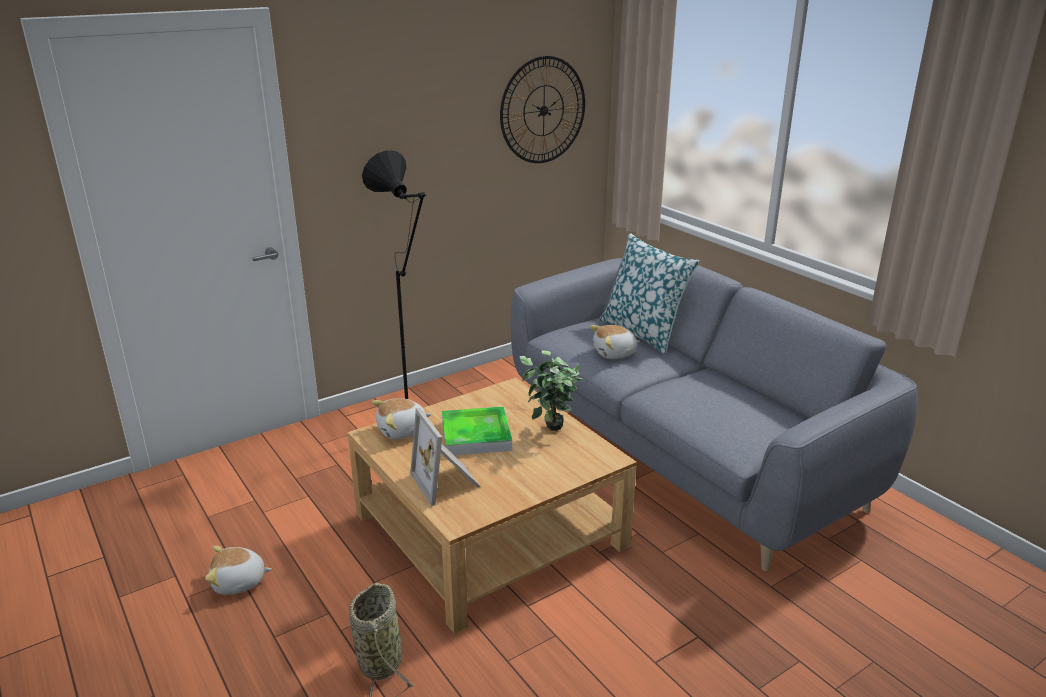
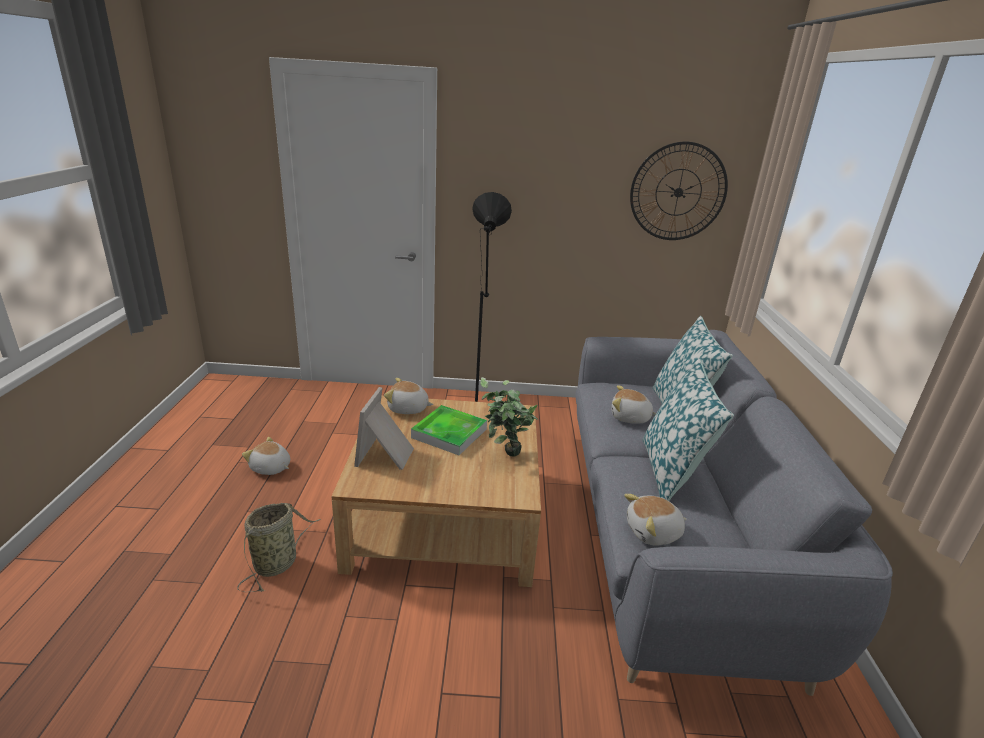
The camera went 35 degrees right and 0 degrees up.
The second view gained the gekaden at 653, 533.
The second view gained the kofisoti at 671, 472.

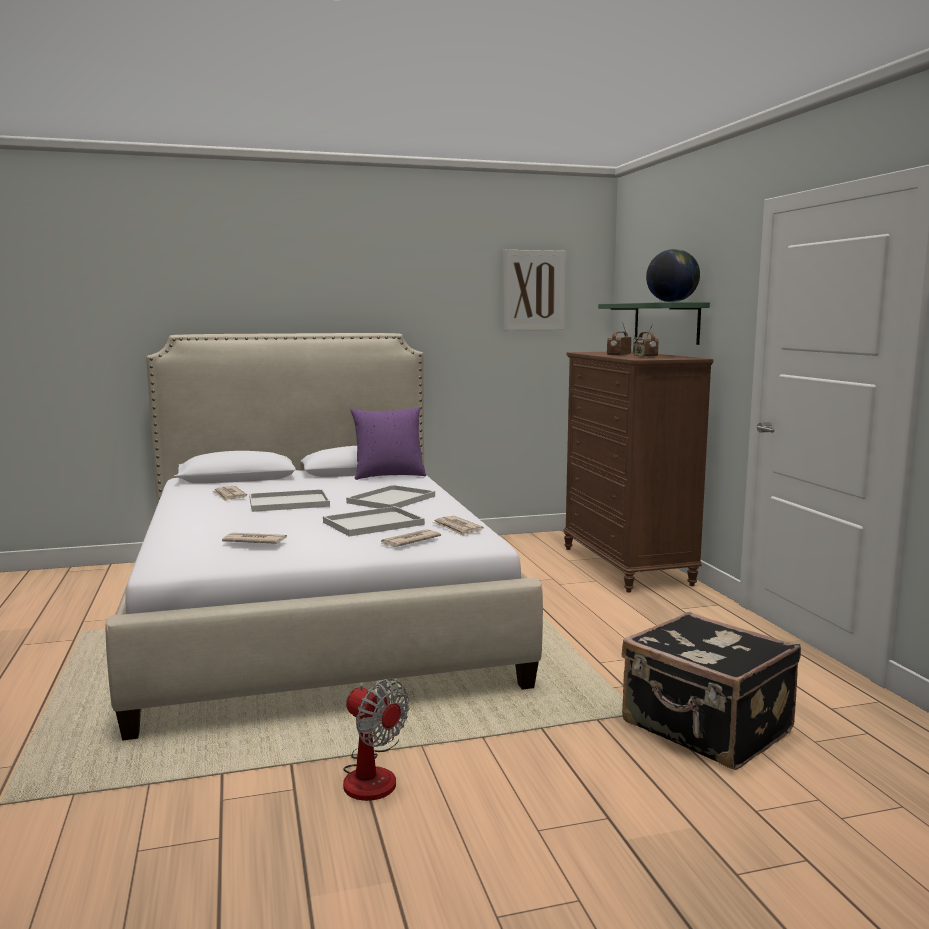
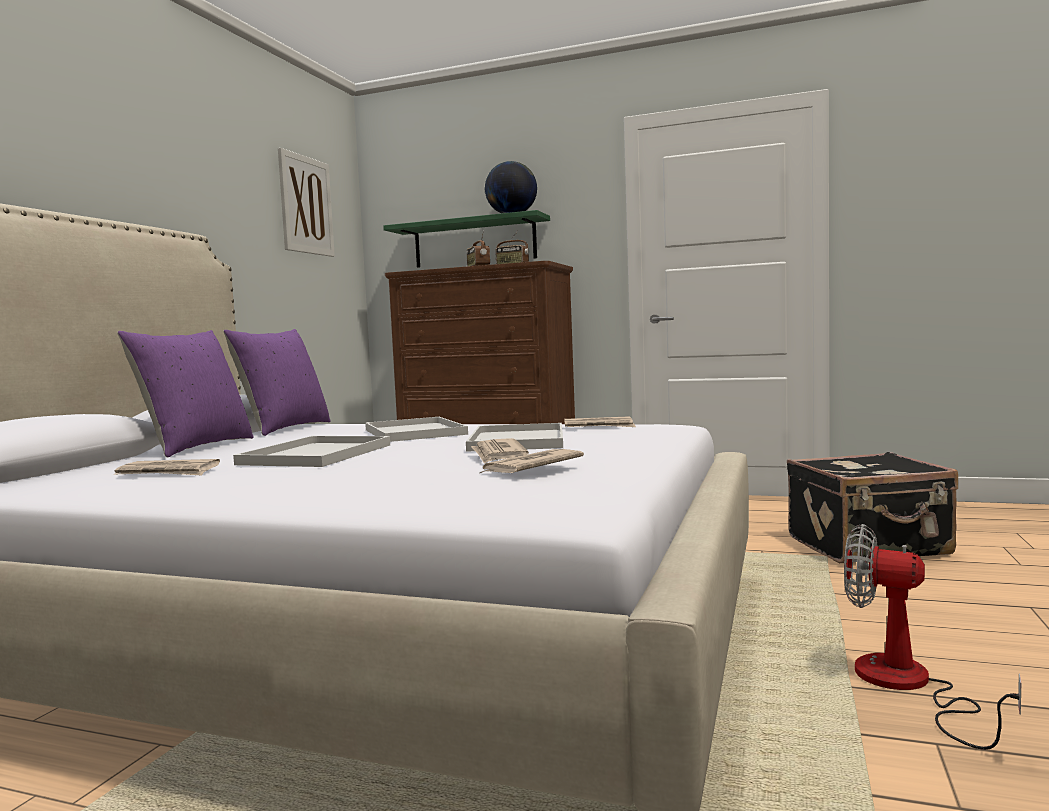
The camera went 55 degrees left and 5 degrees down.
The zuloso at 373, 773 ended up facing another way, 135 degrees counterclockwise from before.
The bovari ended up elsewhere, having gone from 409, 541 to 498, 455.
The second view gained the kofisoti (purple) at 196, 447.

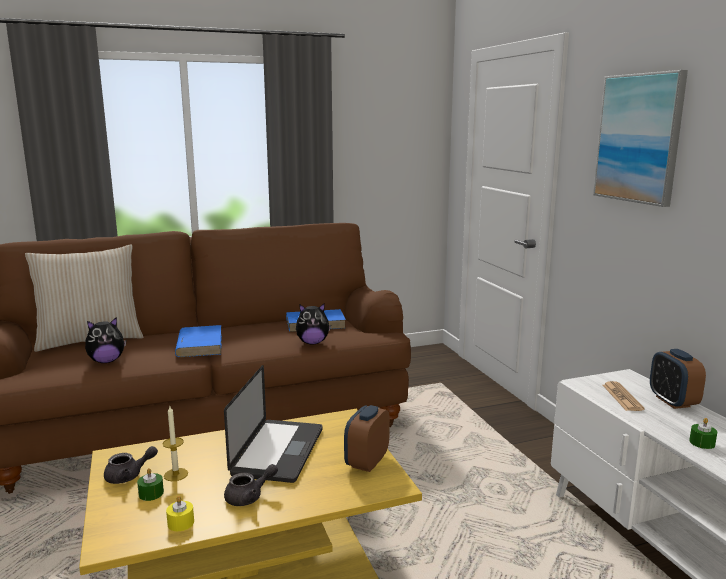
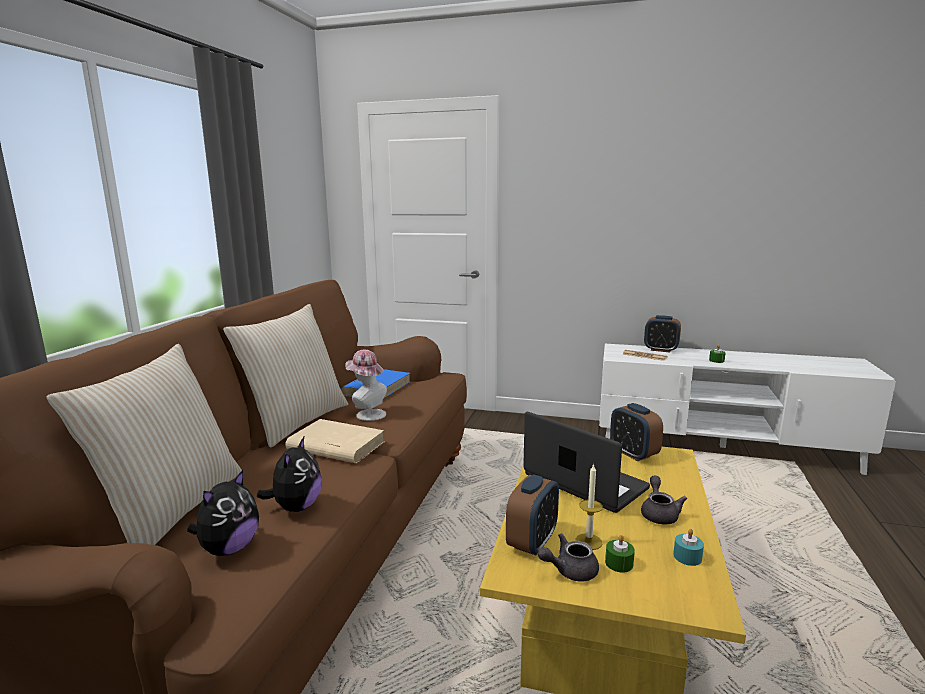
The camera went 55 degrees left and 0 degrees up.
The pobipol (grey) at 129, 476 ended up facing another way, 120 degrees counterclockwise from before.
What was the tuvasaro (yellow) at 181, 523 turned into the tuvasaro (turquoise) at 687, 557.
What was the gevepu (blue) at 199, 344 turned into the gevepu (beige) at 335, 446.
The gekaden ended up elsewhere, having gone from 312, 343 to 229, 548.
The second view lost the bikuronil at 639, 138.
The second view gained the kofisoti (beige) at 296, 421.
The second view gained the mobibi at 367, 414.
The second view gained the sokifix at 532, 542.

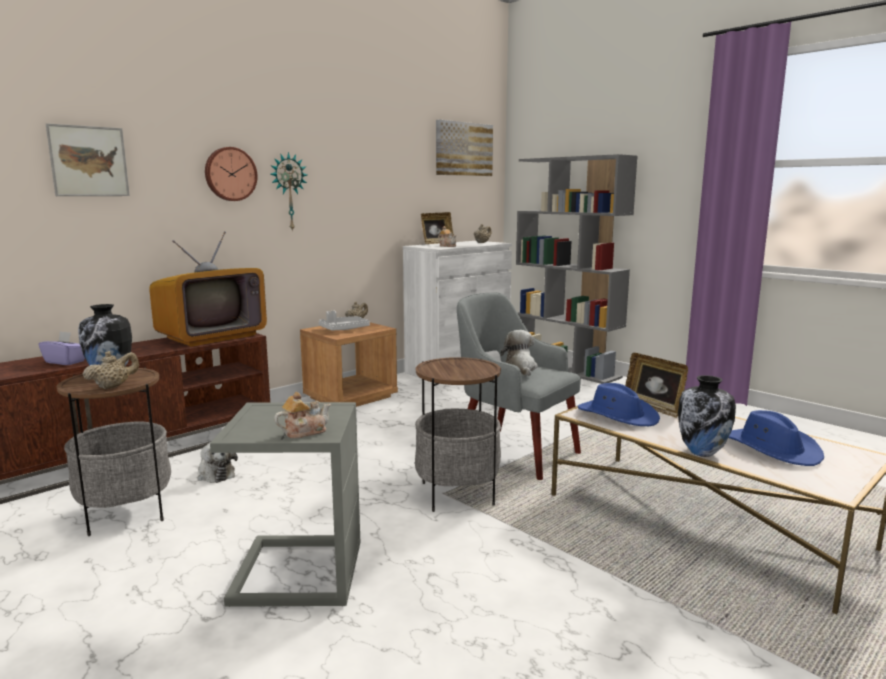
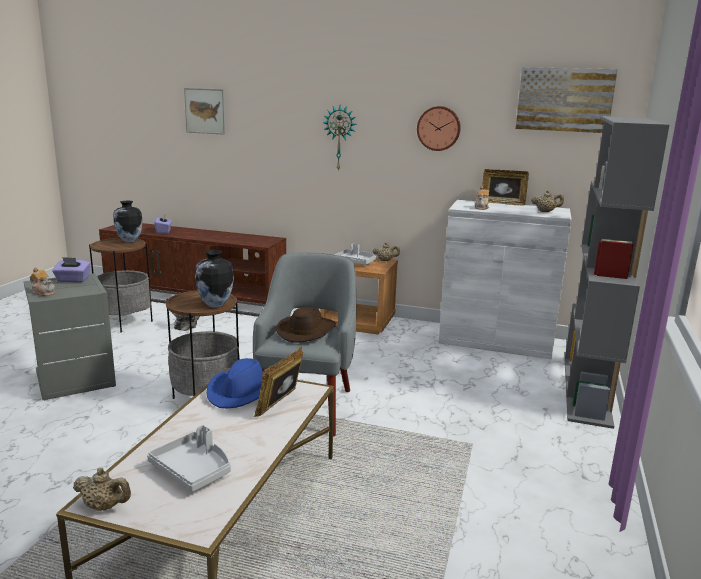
The camera went 60 degrees right and 5 degrees up.
The pobipol (beige) ended up elsewhere, having gone from 113, 386 to 104, 507.
The second view lost the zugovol at 211, 336.
The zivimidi ended up elsewhere, having gone from 230, 174 to 439, 128.
Where the gekaden stood at 520, 368, the mobibi (brown) came to stand at 307, 331.
The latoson ended up elsewhere, having gone from 702, 452 to 215, 305.
Where the mobibi (blue) stood at 772, 448, the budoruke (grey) came to stand at 193, 470.
The second view gained the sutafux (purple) at 72, 280.

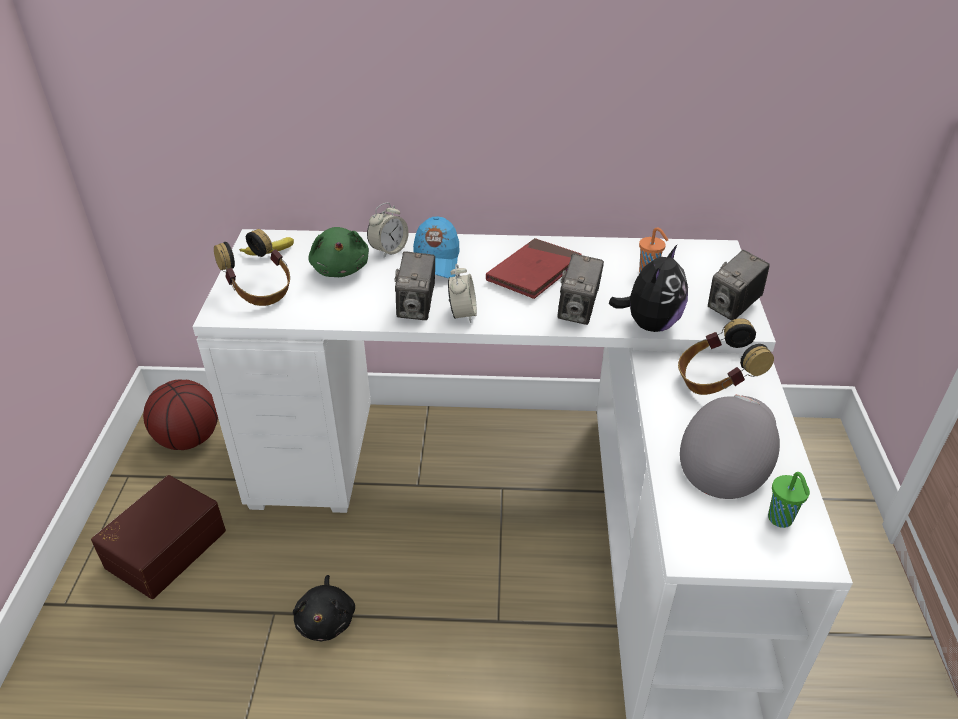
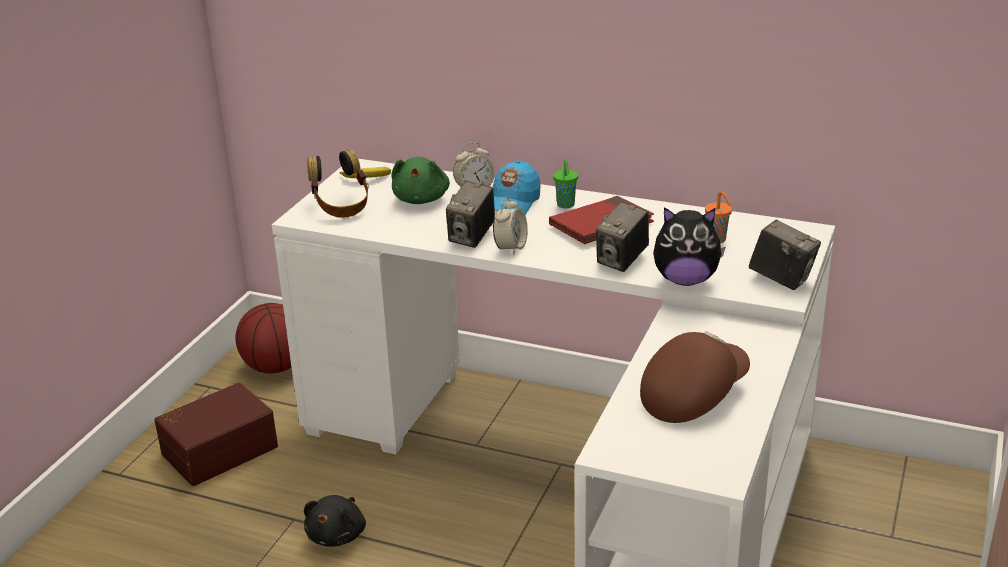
The camera went 20 degrees right and 10 degrees down.
The gekaden at 649, 324 ended up facing another way, 45 degrees clockwise from before.
The second view lost the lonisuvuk at 715, 382.
What was the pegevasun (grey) at 726, 458 turned into the pegevasun (brown) at 692, 395.
The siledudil at 733, 307 ended up facing another way, 120 degrees counterclockwise from before.
The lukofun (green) ended up elsewhere, having gone from 781, 520 to 565, 205.

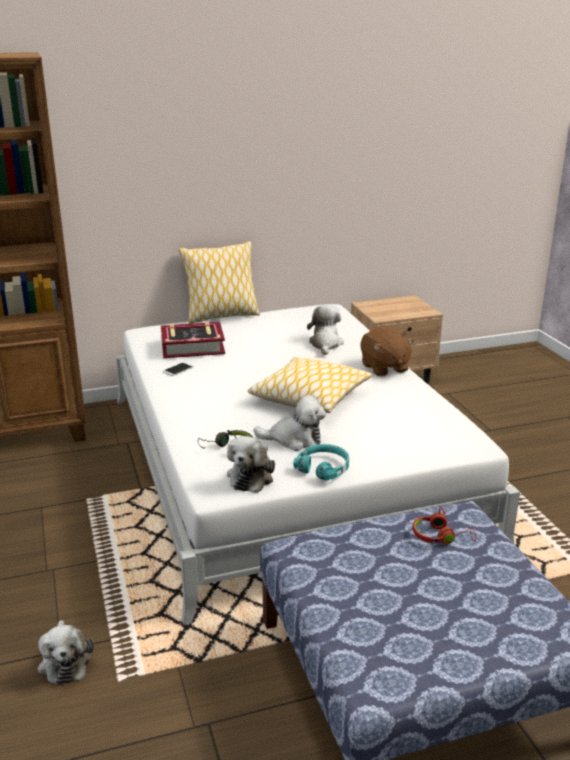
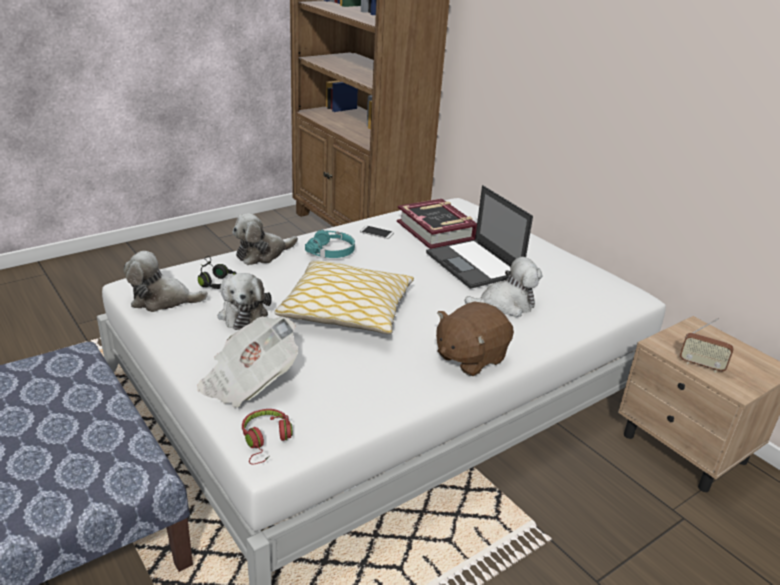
The camera went 70 degrees right and 5 degrees up.
The gekaden ended up elsewhere, having gone from 65, 661 to 262, 254.
The second view lost the kofisoti at 221, 316.
The lonisuvuk (turquoise) ended up elsewhere, having gone from 323, 468 to 332, 251.
The lonisuvuk (red) ended up elsewhere, having gone from 441, 536 to 266, 441.
The second view gained the bovari at 248, 381.
The second view gained the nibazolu at 475, 264.
The second view gained the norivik at 701, 365.

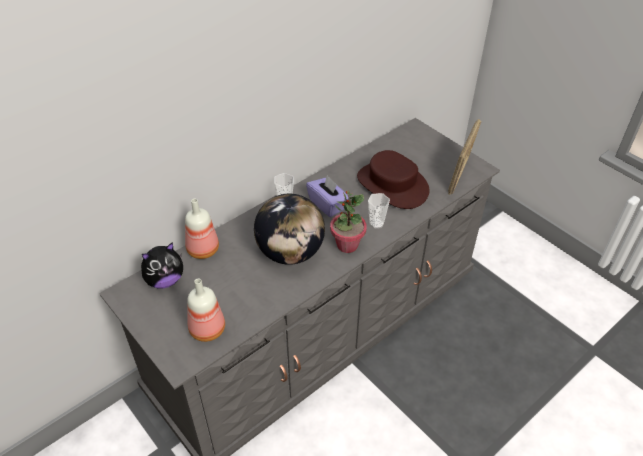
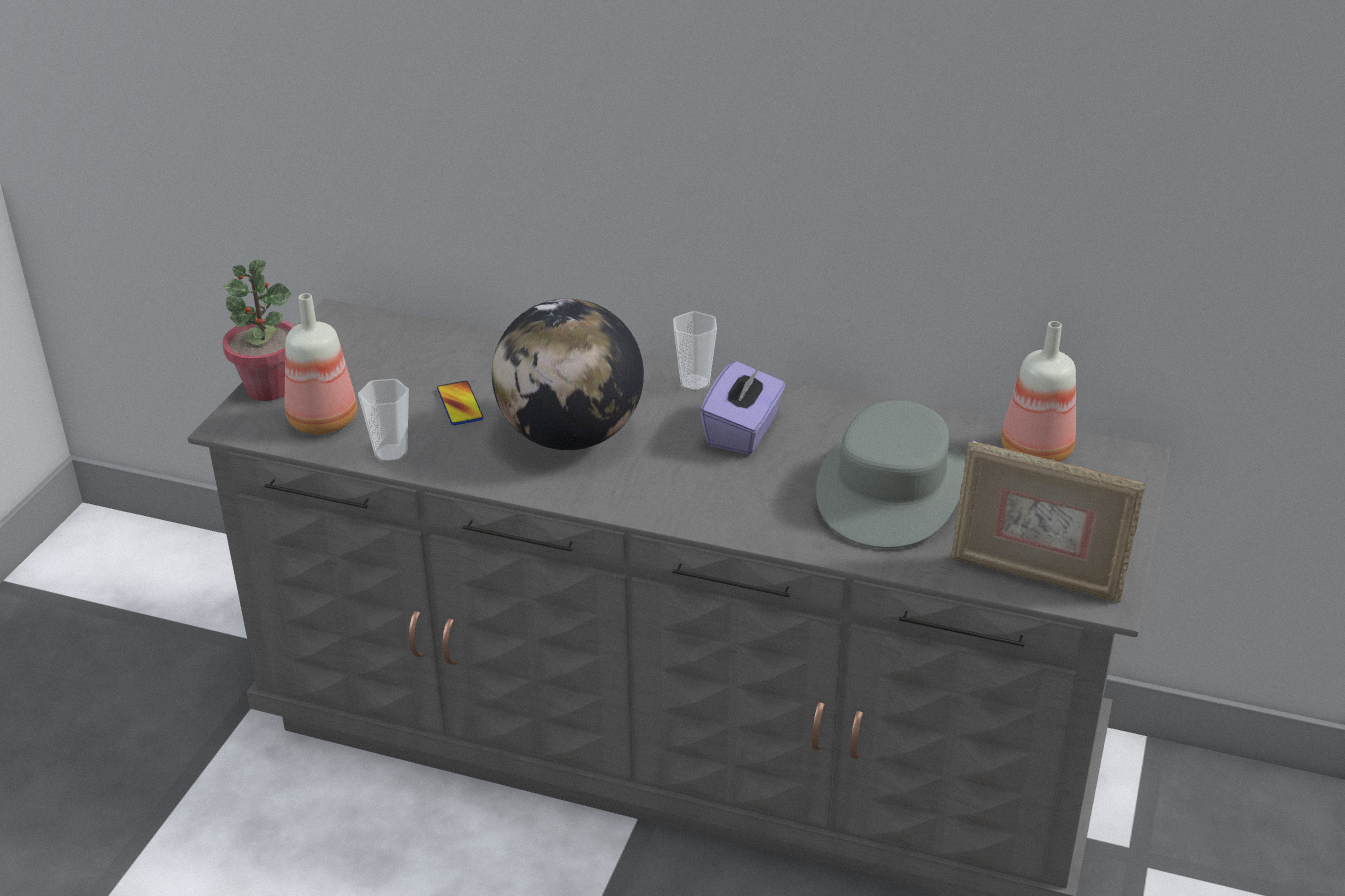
The camera went 60 degrees right and 10 degrees down.
The second view lost the gekaden at 165, 280.
The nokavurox ended up elsewhere, having gone from 203, 250 to 1035, 452.
The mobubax ended up elsewhere, having gone from 347, 245 to 269, 388.
What was the mobibi (brown) at 392, 185 turned into the mobibi (grey) at 891, 489.
The lukofun ended up elsewhere, having gone from 376, 224 to 391, 454.
The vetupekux at 460, 176 ended up facing another way, 150 degrees counterclockwise from before.
The second view gained the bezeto at 460, 404.

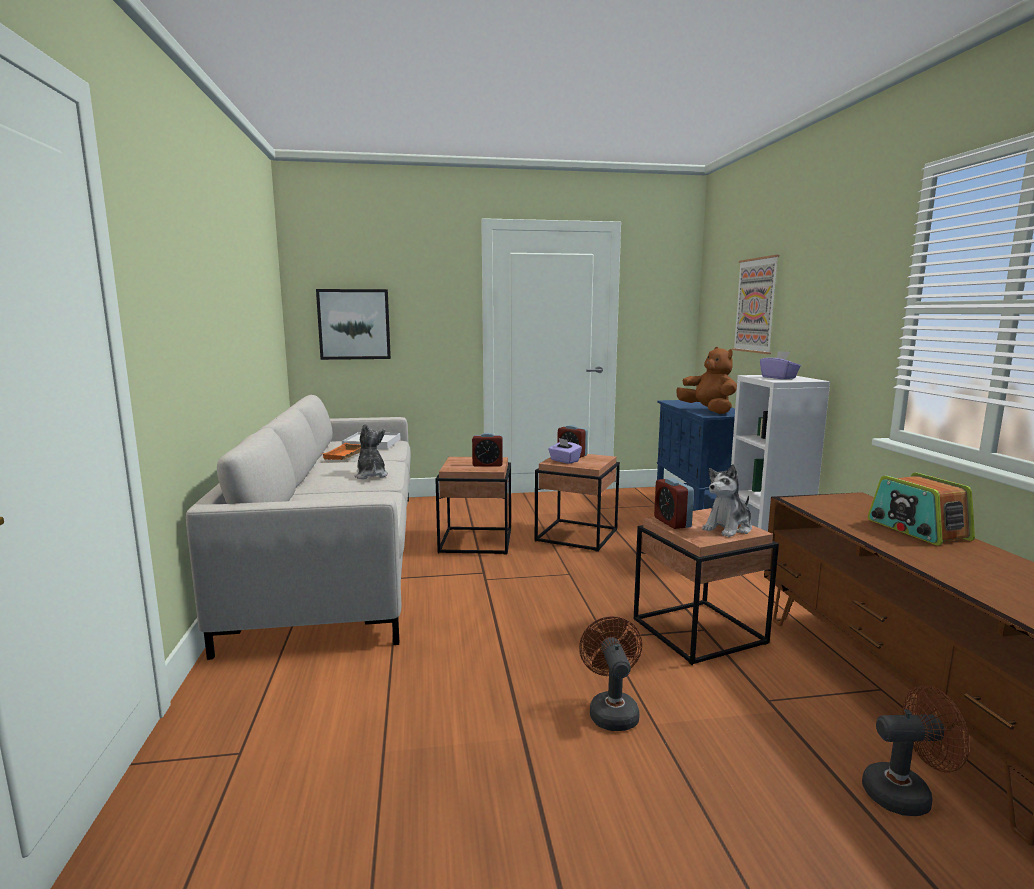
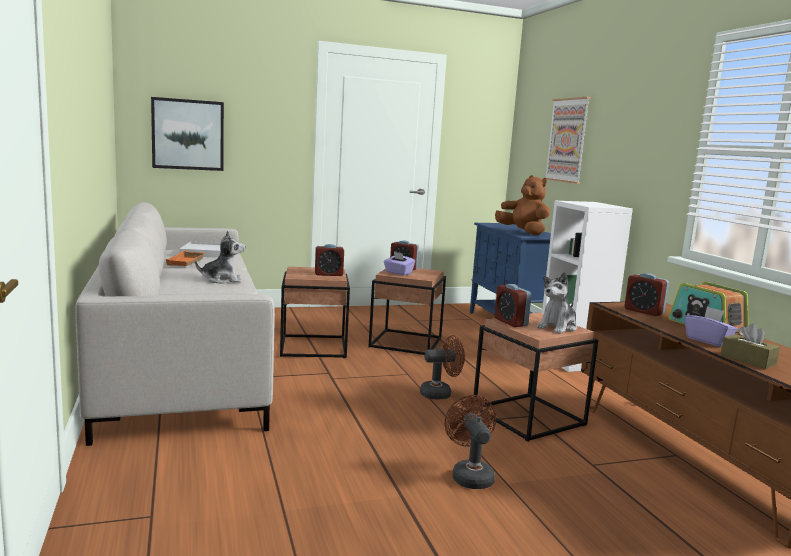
The camera went 10 degrees left and 0 degrees up.
The gekaden at 371, 475 ended up facing another way, 105 degrees clockwise from before.
The sutafux (purple) ended up elsewhere, having gone from 778, 378 to 708, 341.
The zuloso (brown) ended up elsewhere, having gone from 906, 794 to 440, 394.
The second view gained the sokifix at 643, 311.
The second view gained the sutafux (brown) at 748, 360.

